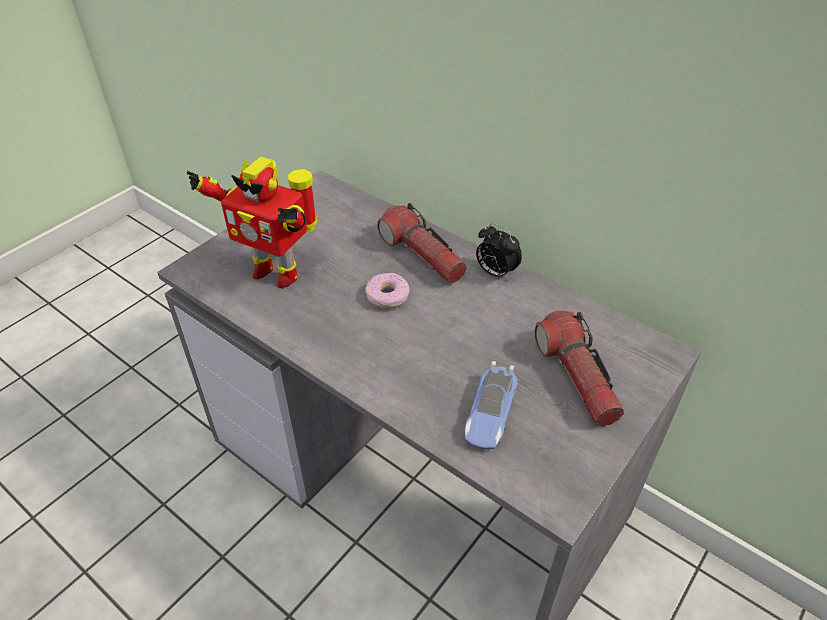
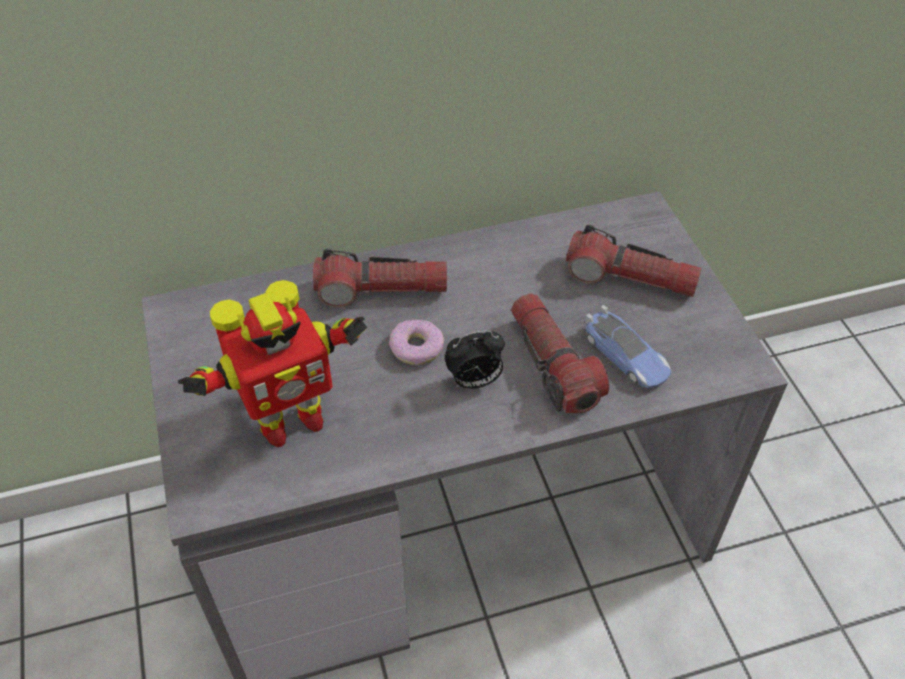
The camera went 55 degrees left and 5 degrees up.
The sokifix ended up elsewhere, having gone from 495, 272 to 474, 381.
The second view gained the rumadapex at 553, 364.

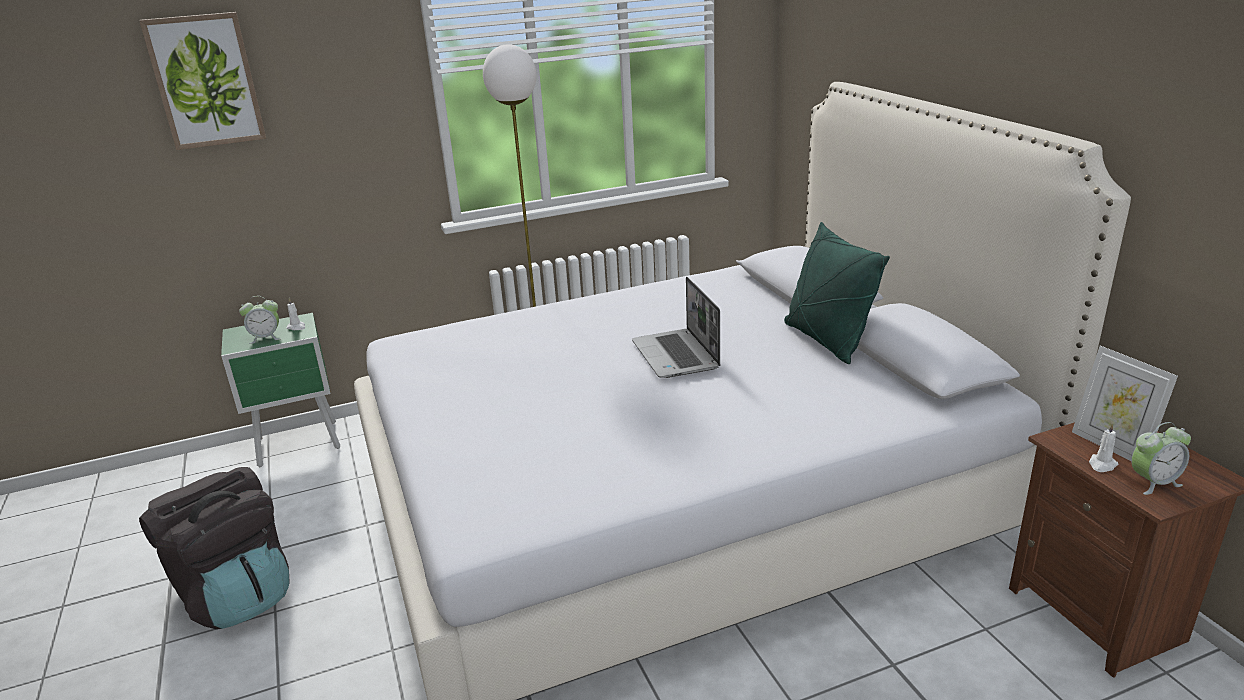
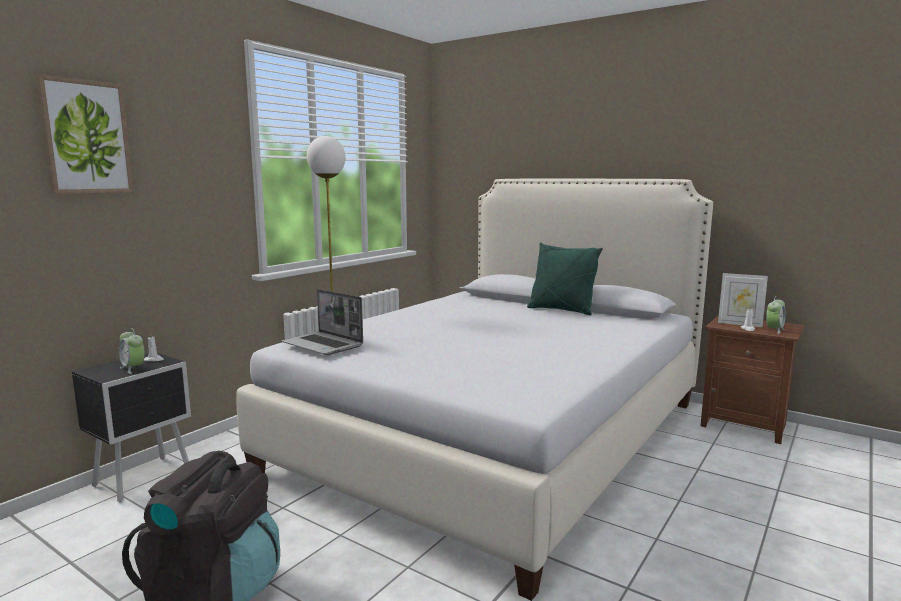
The camera went 35 degrees left and 15 degrees down.
What was the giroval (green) at 300, 444 turned into the giroval (black) at 145, 478.
The sokifix at 266, 338 ended up facing another way, 90 degrees clockwise from before.
The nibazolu ended up elsewhere, having gone from 676, 356 to 323, 345.

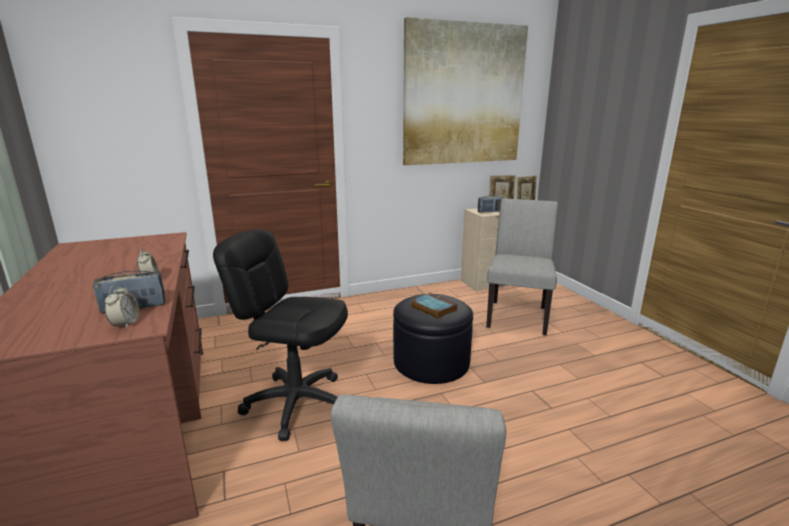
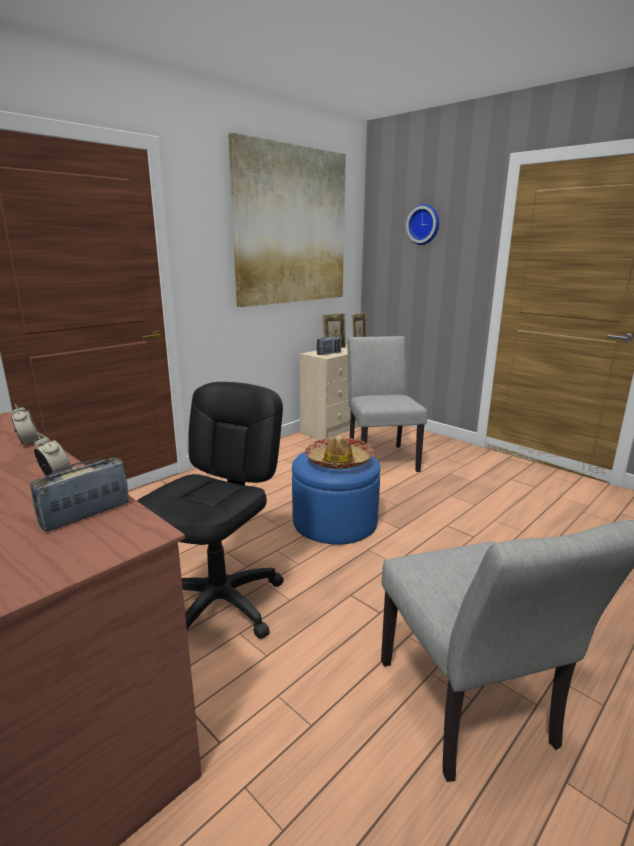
The camera went 25 degrees left and 0 degrees up.
The sokifix ended up elsewhere, having gone from 125, 324 to 28, 443.
The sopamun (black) at 296, 403 ended up facing another way, 120 degrees clockwise from before.
What was the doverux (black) at 431, 362 turned into the doverux (blue) at 334, 521.
Where the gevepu stood at 432, 308, the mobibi came to stand at 339, 461.
The second view gained the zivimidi at 424, 224.

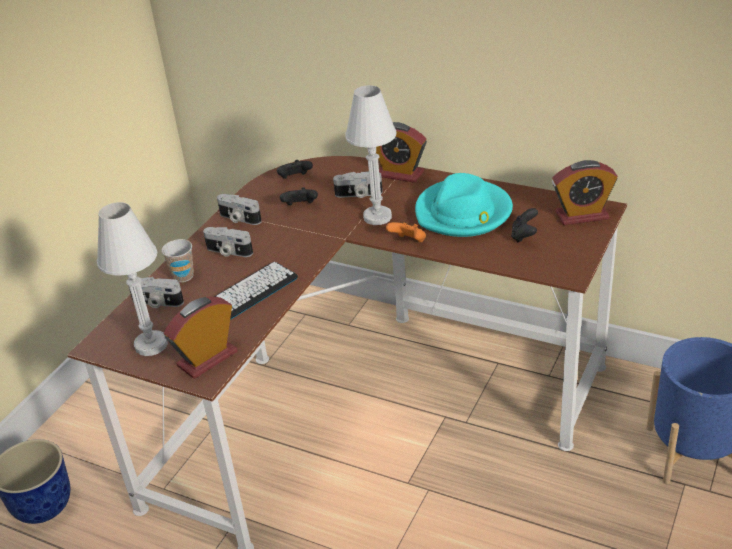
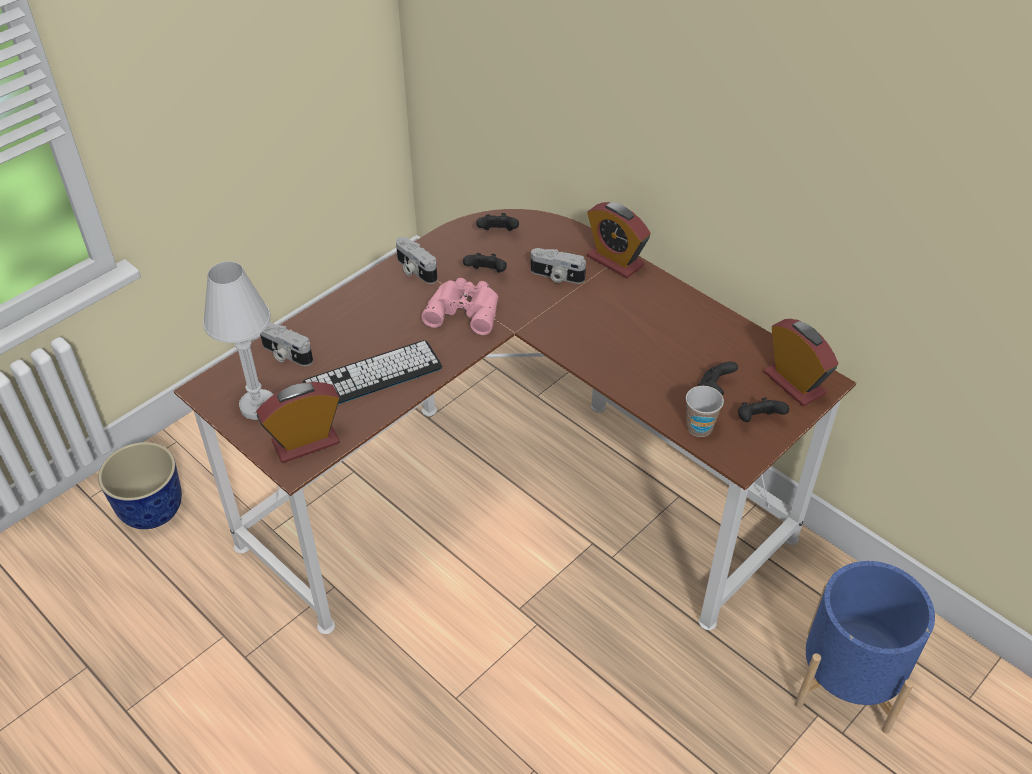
The camera went 15 degrees right and 10 degrees up.
The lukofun ended up elsewhere, having gone from 183, 276 to 699, 428.
The second view lost the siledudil at 228, 252.
The second view lost the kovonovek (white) at 377, 217.
The second view lost the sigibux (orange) at 408, 242.
The second view lost the mobibi (turquoise) at 463, 213.
The sokifix at 582, 215 ended up facing another way, 135 degrees counterclockwise from before.
The second view gained the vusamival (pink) at 464, 309.
The second view gained the sigibux (black) at 757, 420.

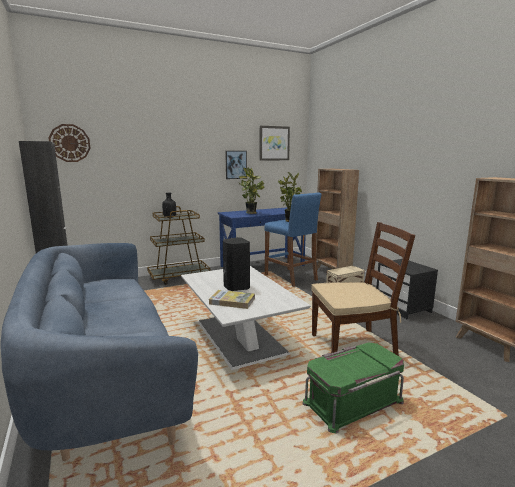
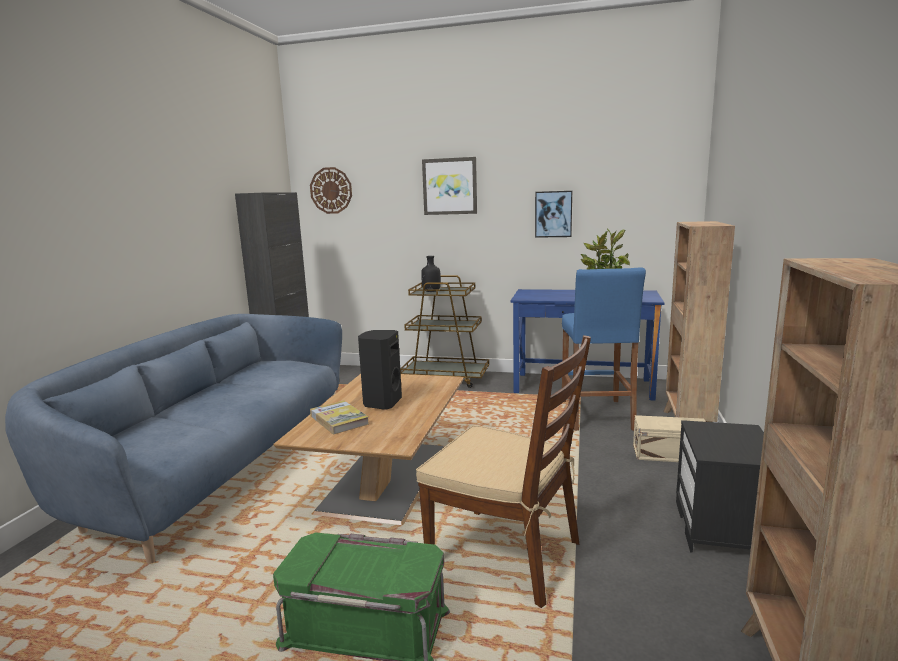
The camera went 40 degrees right and 0 degrees up.
What was the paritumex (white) at 238, 336 turned into the paritumex (brown) at 386, 476.
The second view lost the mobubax at 252, 213.
The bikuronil ended up elsewhere, having gone from 274, 143 to 450, 186.

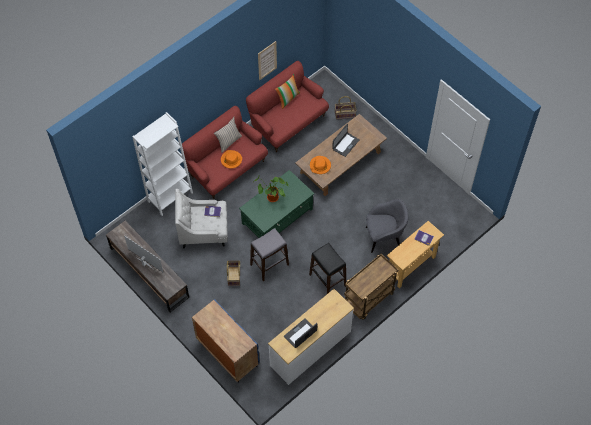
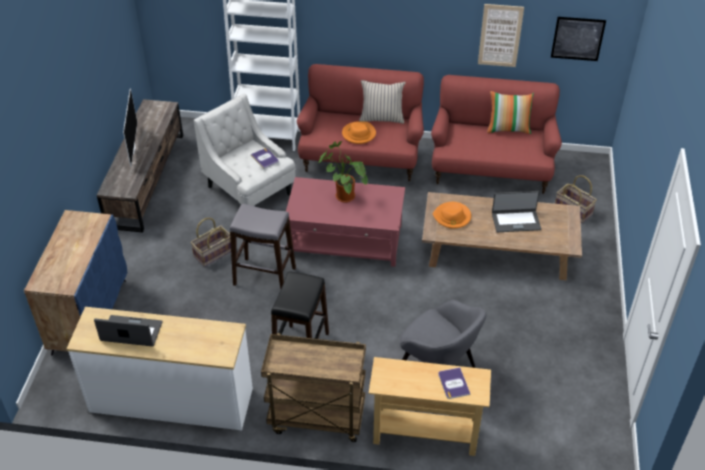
The camera went 50 degrees right and 15 degrees down.
What was the paritumex (green) at 277, 216 turned into the paritumex (red) at 346, 240.
The second view gained the bikuronil at 577, 38.

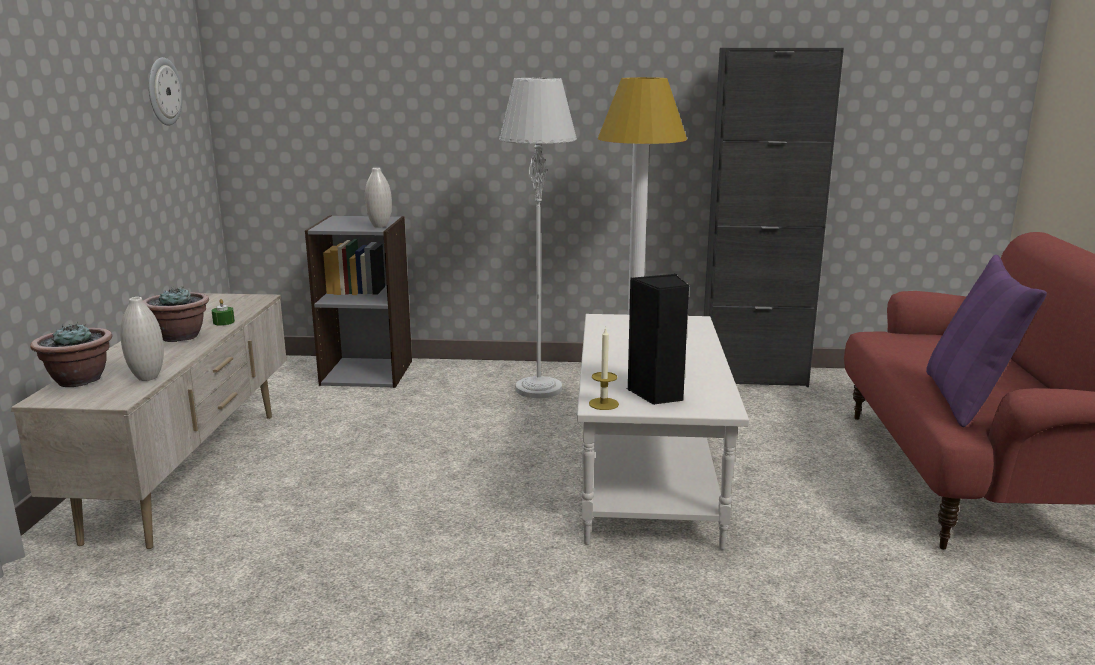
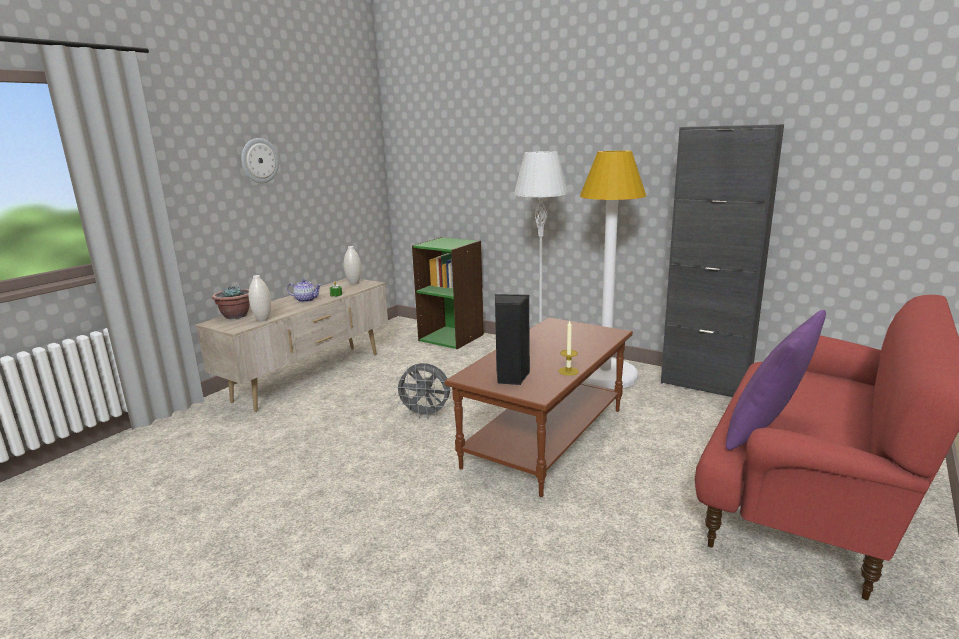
The camera went 30 degrees right and 0 degrees up.
Where the mobubax stood at 180, 337, the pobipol came to stand at 306, 300.
The zivimidi ended up elsewhere, having gone from 163, 91 to 259, 160.
What was the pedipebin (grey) at 367, 372 turned into the pedipebin (green) at 452, 337.
The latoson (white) ended up elsewhere, having gone from 379, 226 to 354, 283.
What was the paritumex (white) at 650, 478 turned into the paritumex (brown) at 547, 438.
The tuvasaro ended up elsewhere, having gone from 603, 404 to 568, 371.
The second view gained the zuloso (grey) at 426, 414.

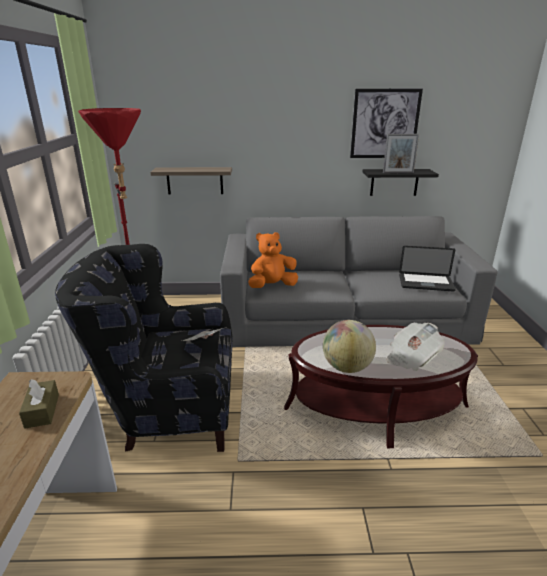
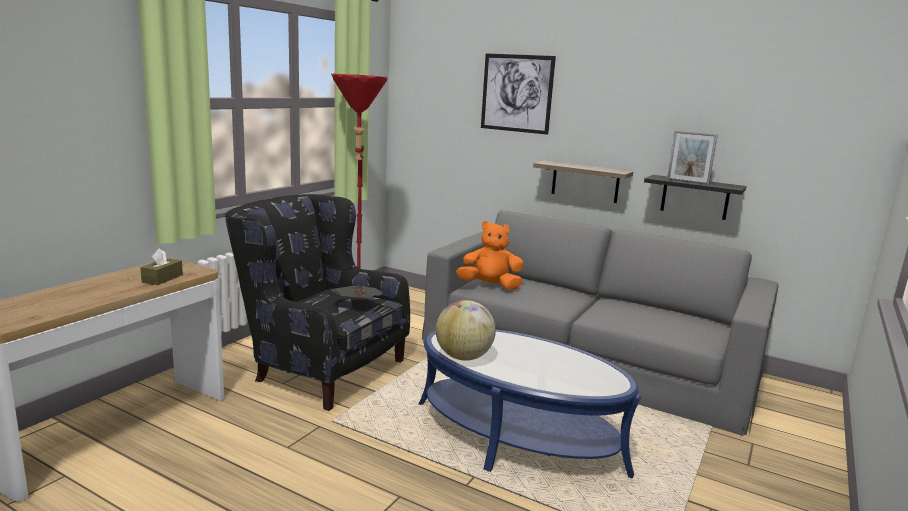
The camera went 30 degrees right and 10 degrees down.
The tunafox ended up elsewhere, having gone from 195, 180 to 585, 182.
What was the paritumex (brown) at 375, 407 turned into the paritumex (blue) at 517, 437.
The bikuronil ended up elsewhere, having gone from 385, 124 to 517, 93.
The second view lost the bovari at 411, 358.
The second view lost the nibazolu at 426, 283.

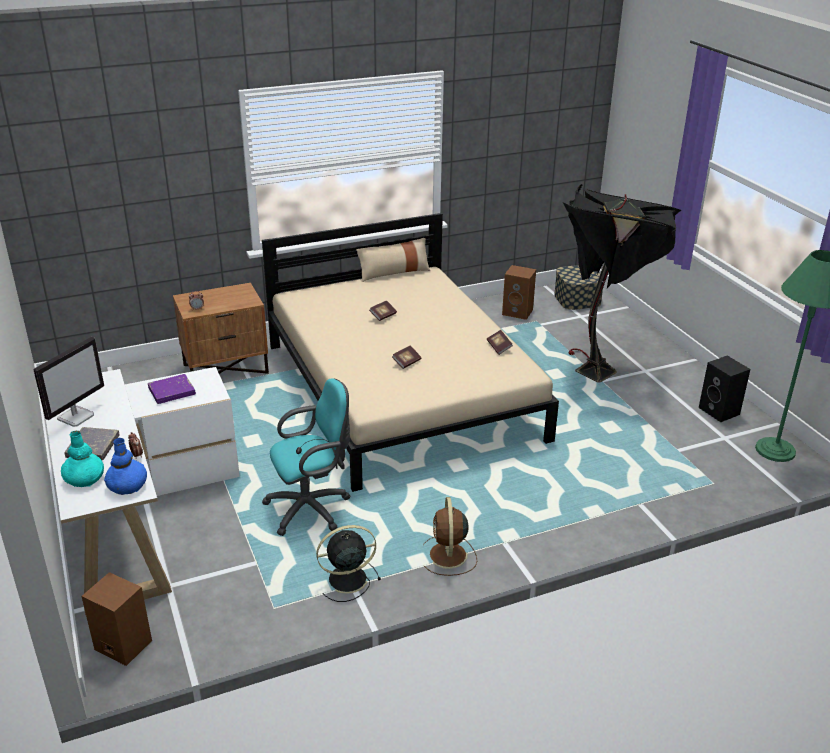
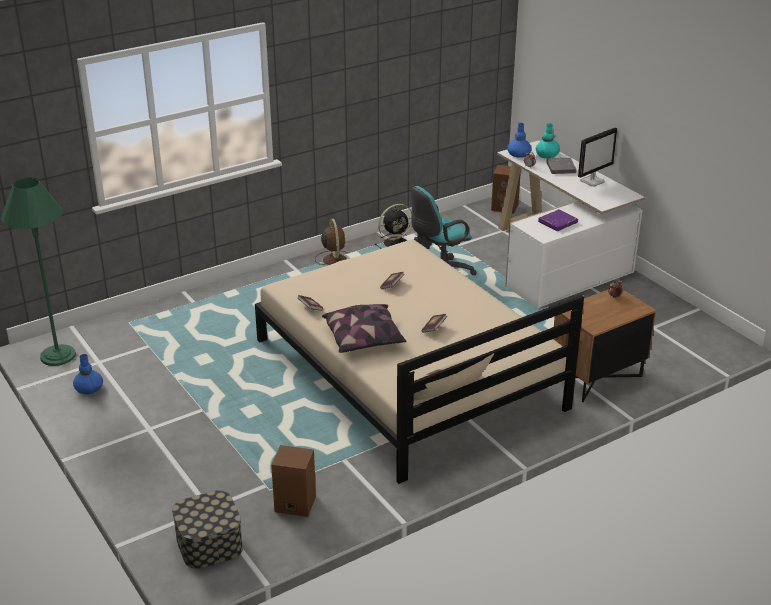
The camera went 170 degrees right and 0 degrees up.
The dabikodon at 76, 416 ended up facing another way, 150 degrees counterclockwise from before.
The second view lost the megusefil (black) at 602, 368.
Where the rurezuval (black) stood at 720, 411, the latoson (blue) came to stand at 89, 388.
The second view gained the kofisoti at 364, 339.

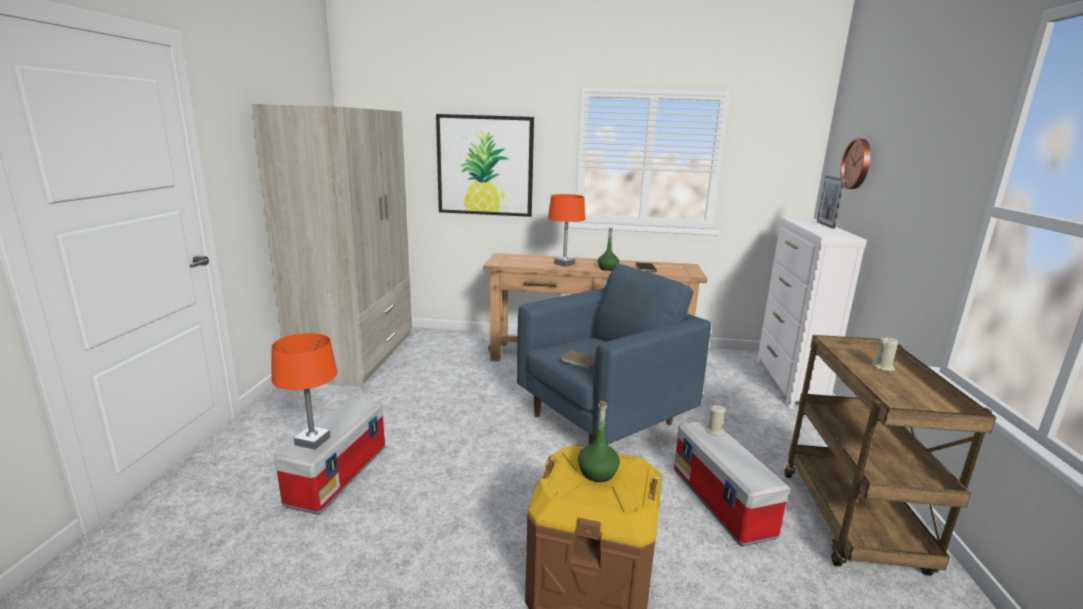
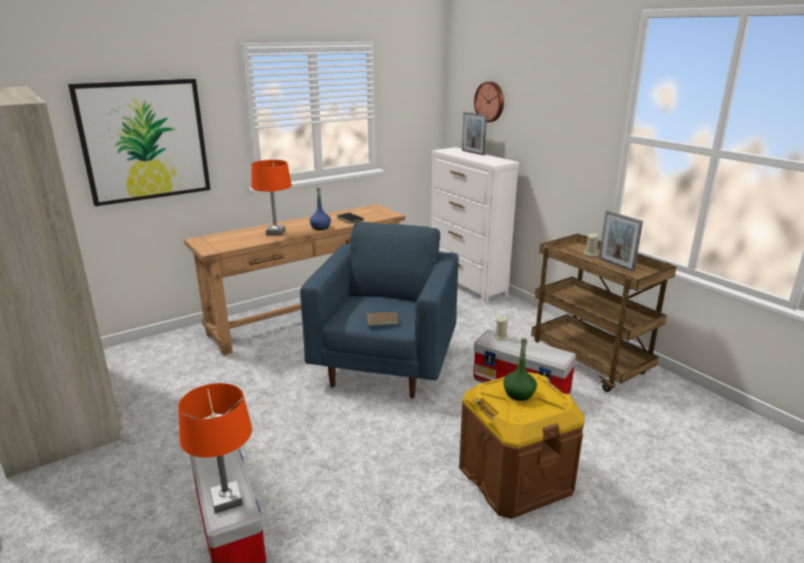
The camera went 40 degrees left and 5 degrees up.
What was the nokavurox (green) at 608, 268 turned into the nokavurox (blue) at 320, 227.
The second view gained the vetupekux at 616, 264.

